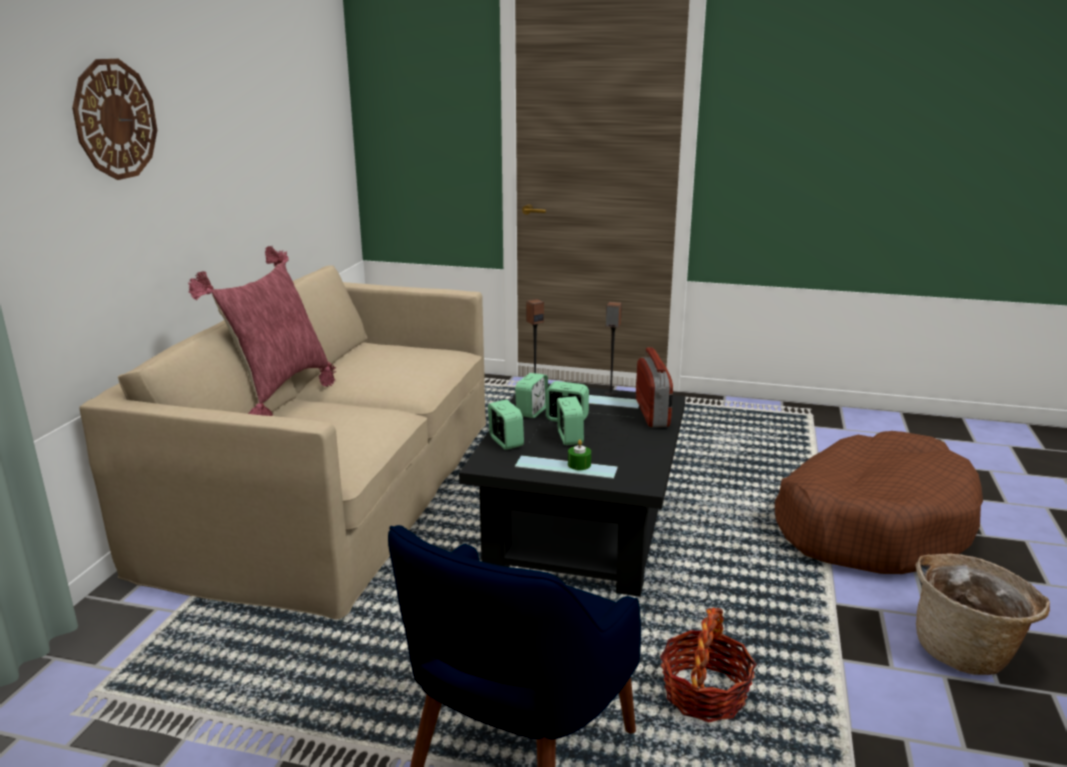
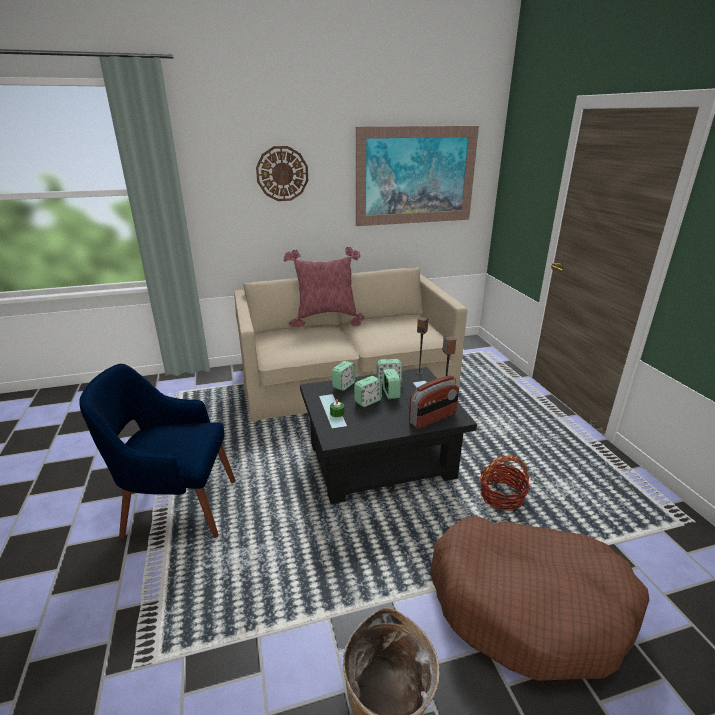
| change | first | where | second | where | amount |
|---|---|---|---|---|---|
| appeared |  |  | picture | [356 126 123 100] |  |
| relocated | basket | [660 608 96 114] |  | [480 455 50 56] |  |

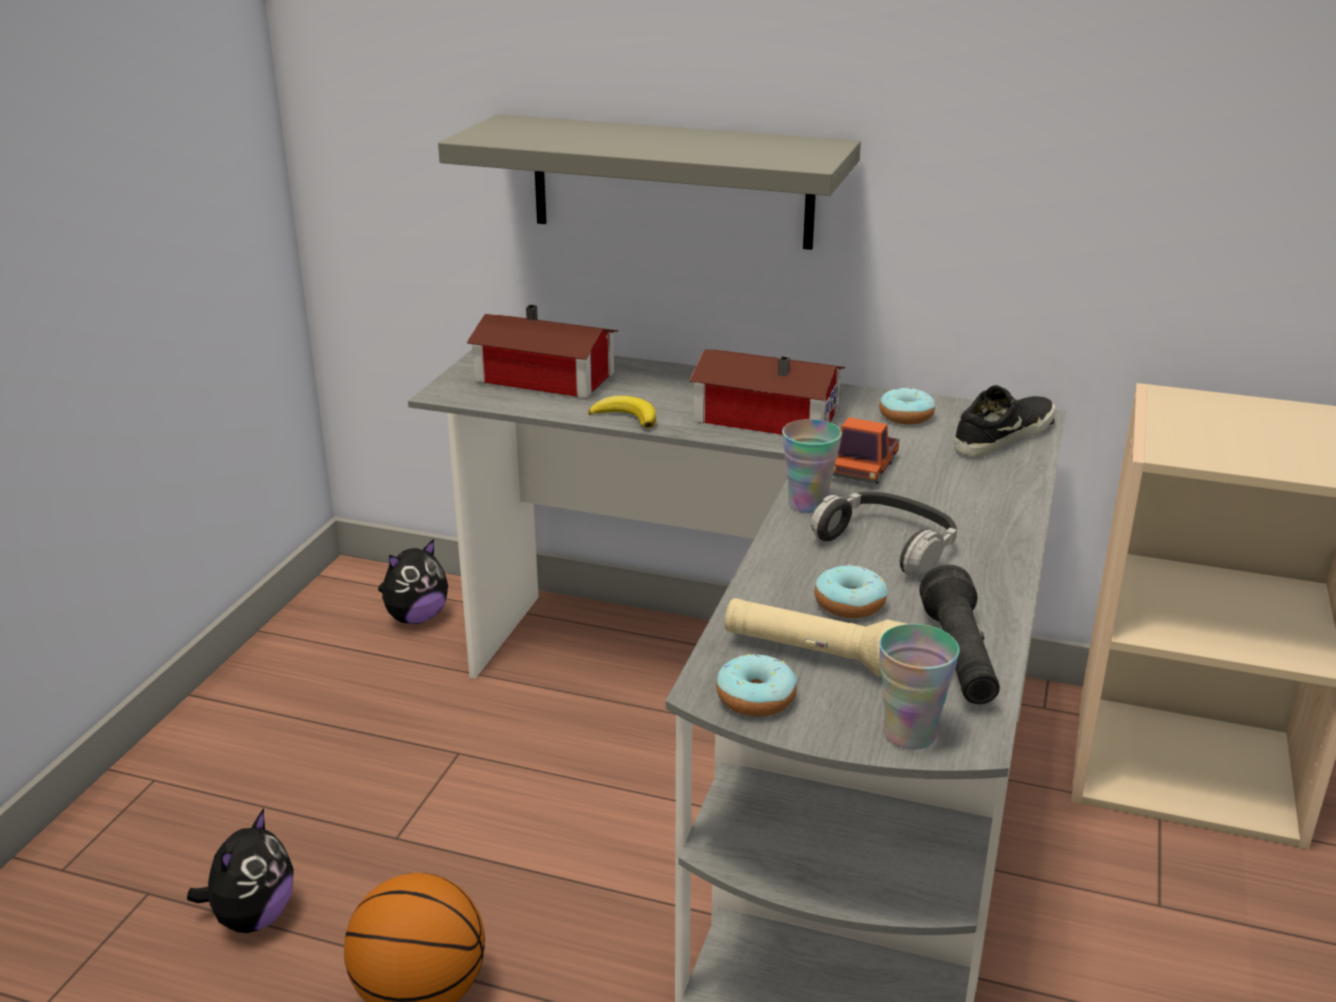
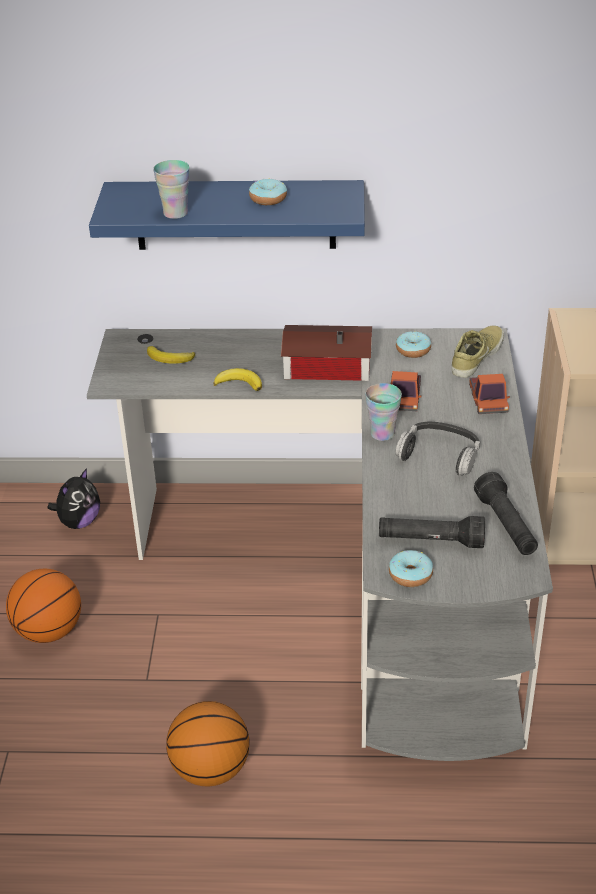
| change | first | where | second | where | amount |
|---|---|---|---|---|---|
| appeared |  |  | basketball | [6 569 75 74] |  |
| colour | grey shelf | [438 114 423 136] | blue shelf | [89 180 276 70] |  |
| exchanged | toy house | [467 305 151 93] | banana | [147 346 48 18] |  |
| relocated | cup | [879 624 81 126] |  | [153 160 36 59] |  |
| relocated | donut | [815 564 72 54] |  | [249 178 38 27] |  |
| colour | beige flashlight | [725 598 182 79] | black flashlight | [379 516 106 32] |  |
| colour | black shoe | [954 385 101 72] | beige shoe | [451 325 53 53] |  |
| appeared |  |  | toy truck | [469 374 41 40] |  |
| missing | plush toy | [187 808 107 125] |  |  |  |

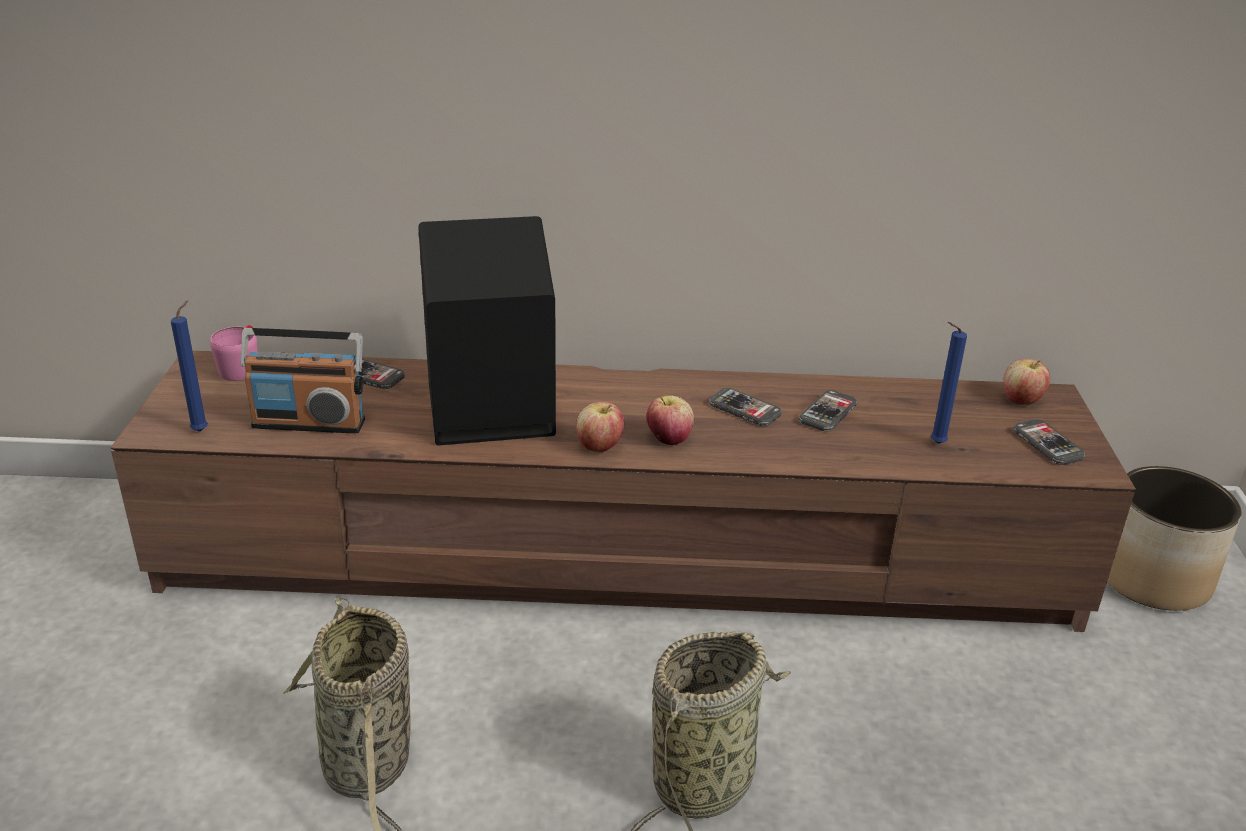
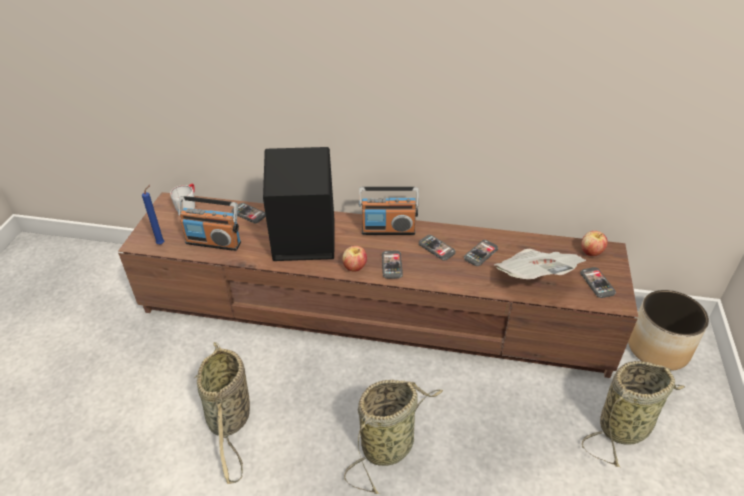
| change | first | where | second | where | amount |
|---|---|---|---|---|---|
| colour | pink mug | [210 325 48 56] | white mug | [170 184 25 28] |  |
| appeared |  |  | radio | [359 187 60 48] |  |
| exchanged | apple | [647 395 47 51] | phone | [382 251 21 28] |  |
| exchanged | blue candle | [931 322 36 122] | newspaper | [494 249 92 30] |  |
| appeared |  |  | basket | [582 361 103 106] |  |

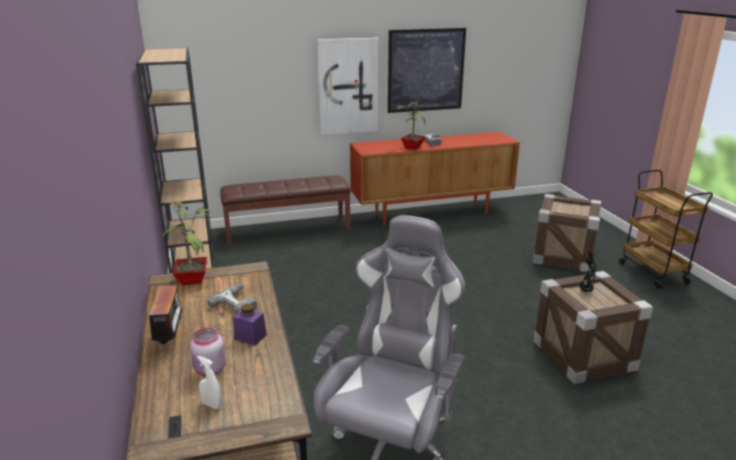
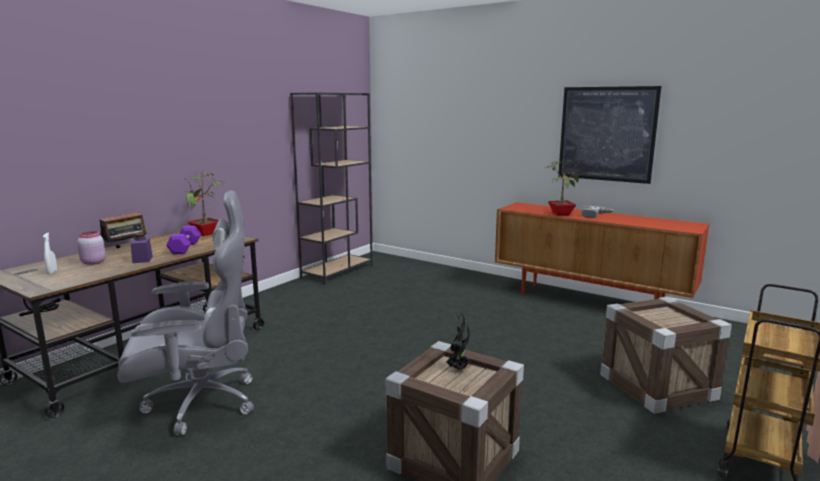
| change | first | where | second | where | amount |
|---|---|---|---|---|---|
| exchanged | power drill | [207 283 50 32] | purple dumbbell | [166 226 35 28] |  |
| missing | brown bench | [220 175 131 69] |  |  |  |
| missing | picture | [317 38 62 97] |  |  |  |

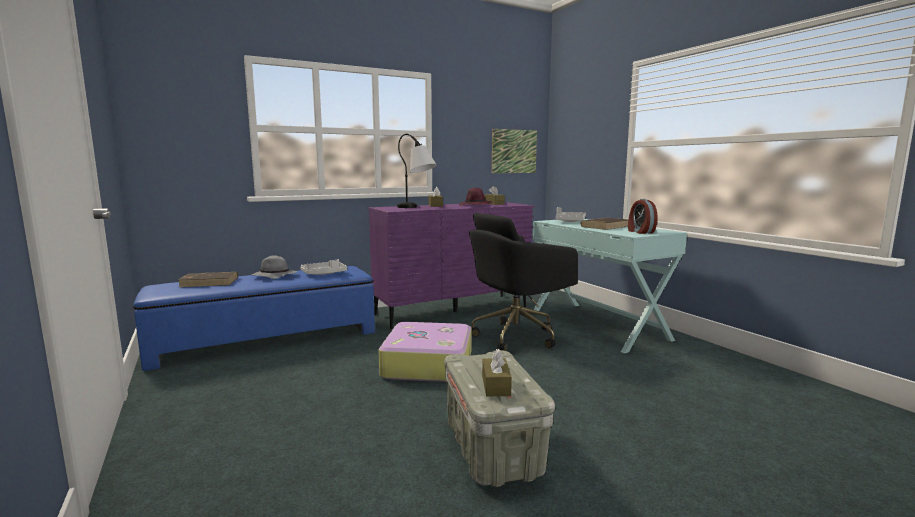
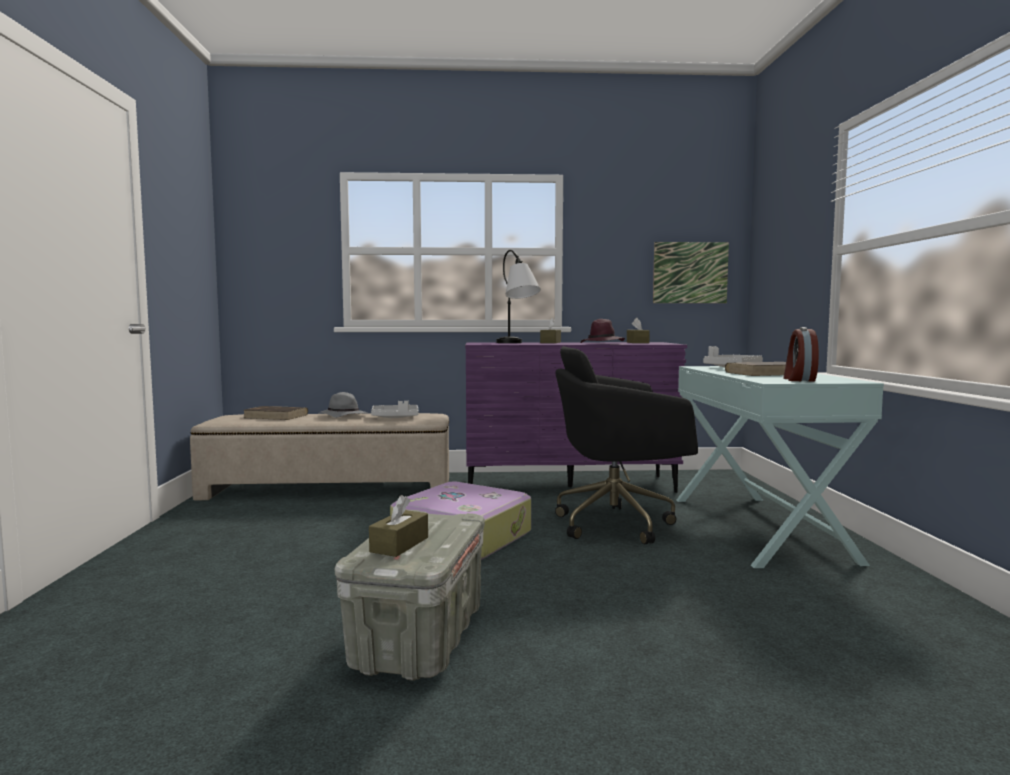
| change | first | where | second | where | amount |
|---|---|---|---|---|---|
| colour | blue bench | [133 266 242 105] | beige bench | [190 413 259 87] |  |

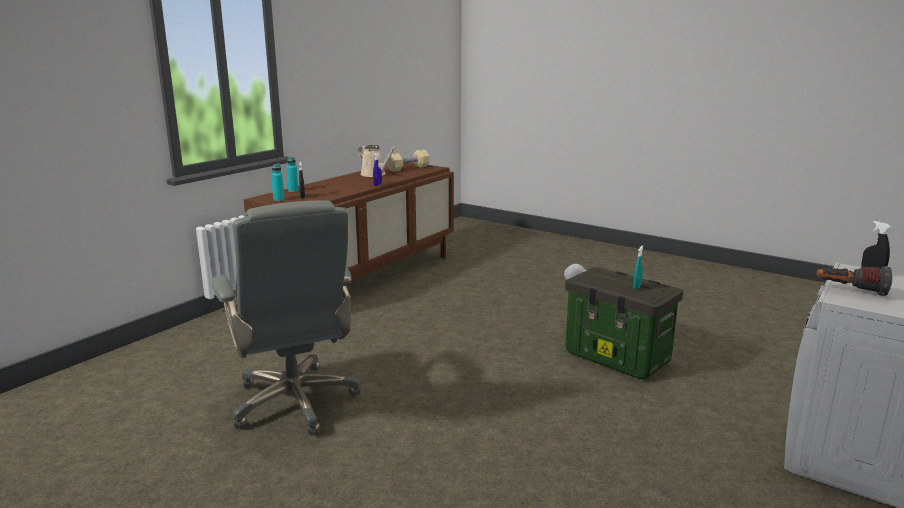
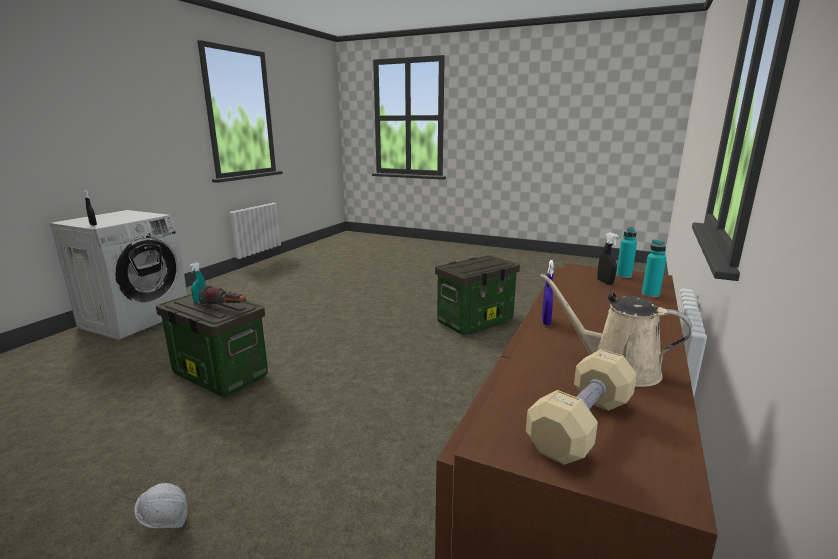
| change | first | where | second | where | amount |
|---|---|---|---|---|---|
| relocated | flashlight | [816 266 77 30] |  | [199 285 47 21] |  |
| exchanged | grey office chair | [211 201 150 234] | storage box | [435 255 85 80] |  |

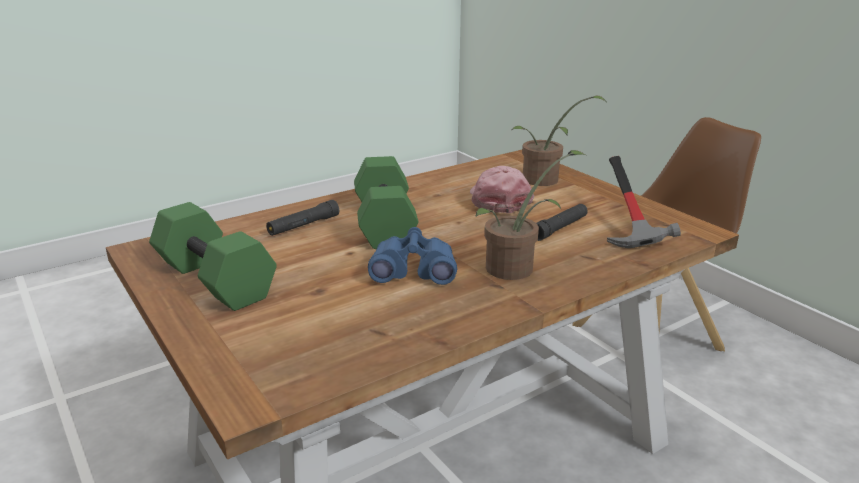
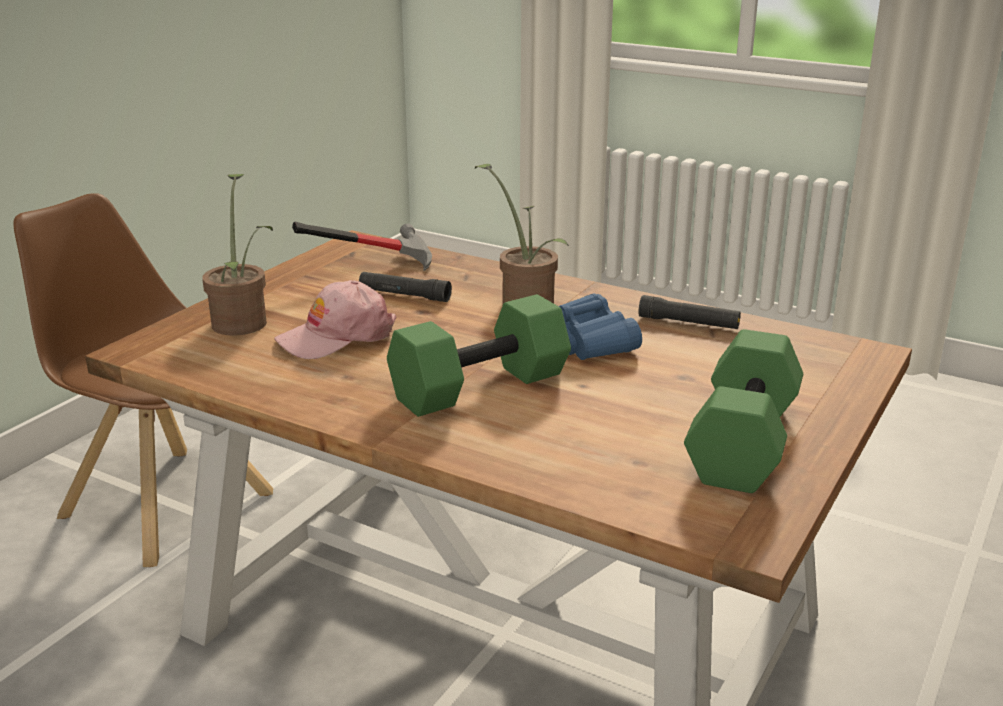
| change | first | where | second | where | amount |
|---|---|---|---|---|---|
| relocated | black flashlight | [266 200 73 36] |  | [638 295 103 34] |  |

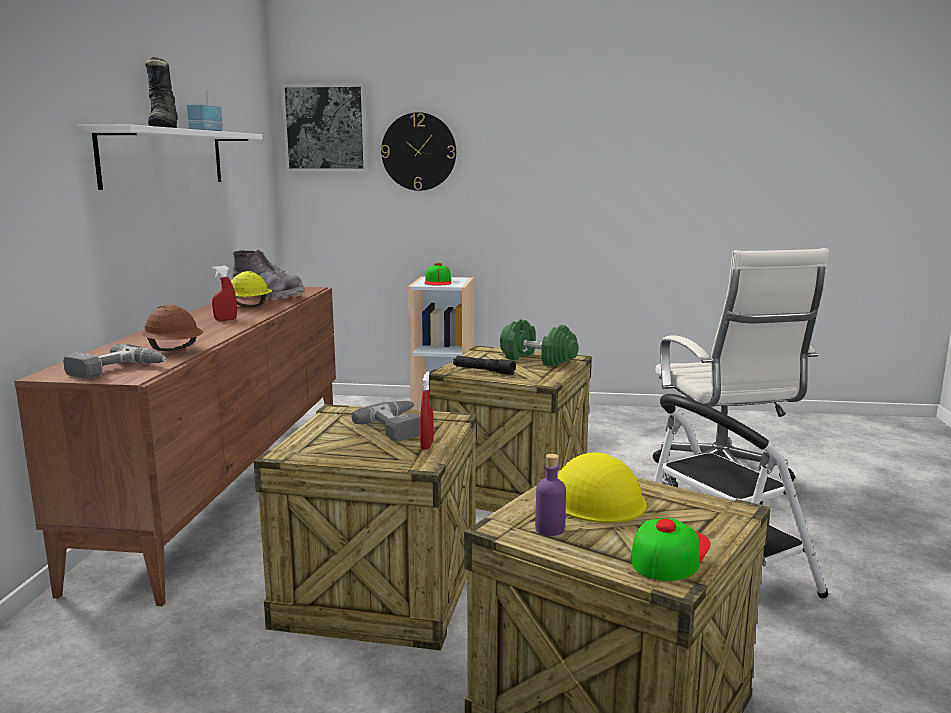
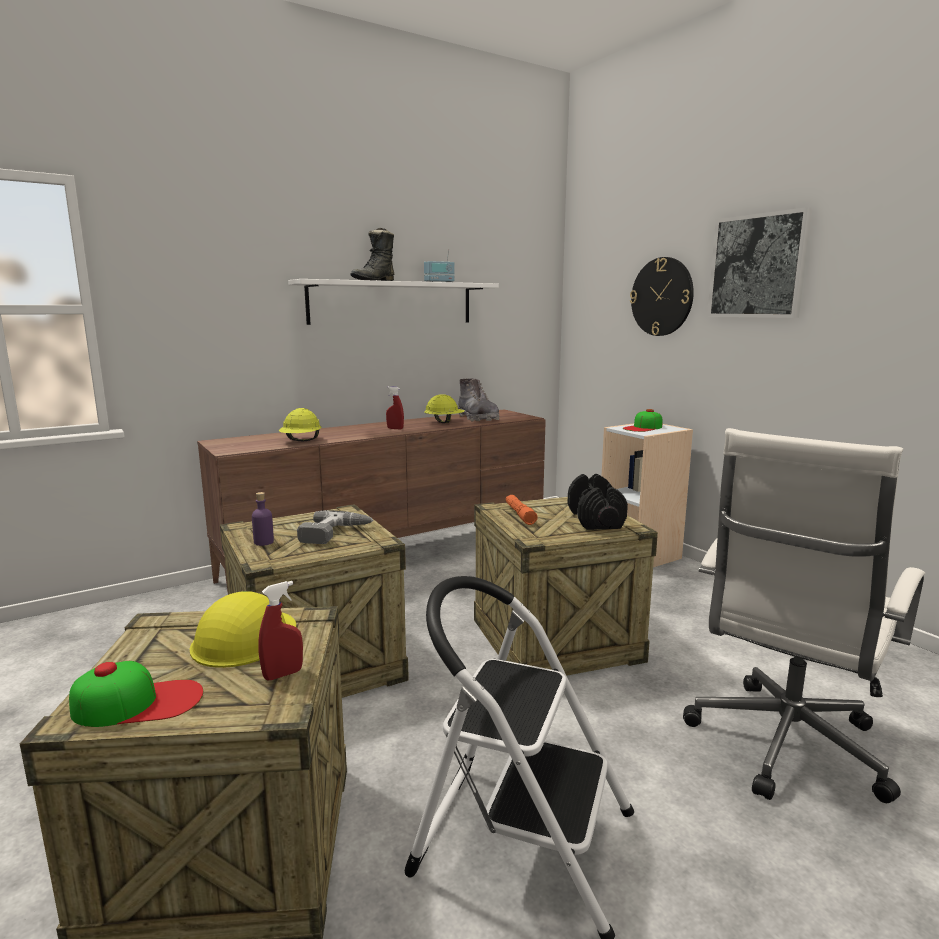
| change | first | where | second | where | amount |
|---|---|---|---|---|---|
| relocated | purple bottle | [535 454 31 82] |  | [252 492 22 54] |  |
| relocated | red spray bottle | [420 371 13 79] |  | [258 581 45 99] |  |
| colour | brown hard hat | [143 304 60 47] | yellow hard hat | [279 408 42 33] |  |
| colour | black flashlight | [453 356 63 19] | orange flashlight | [506 495 32 30] |  |
| colour | green dumbbell | [500 319 79 48] | black dumbbell | [568 474 60 56] |  |
| relocated | picture | [281 83 87 88] |  | [707 207 105 111] |  |
| missing | power drill | [63 344 103 35] |  |  |  |

